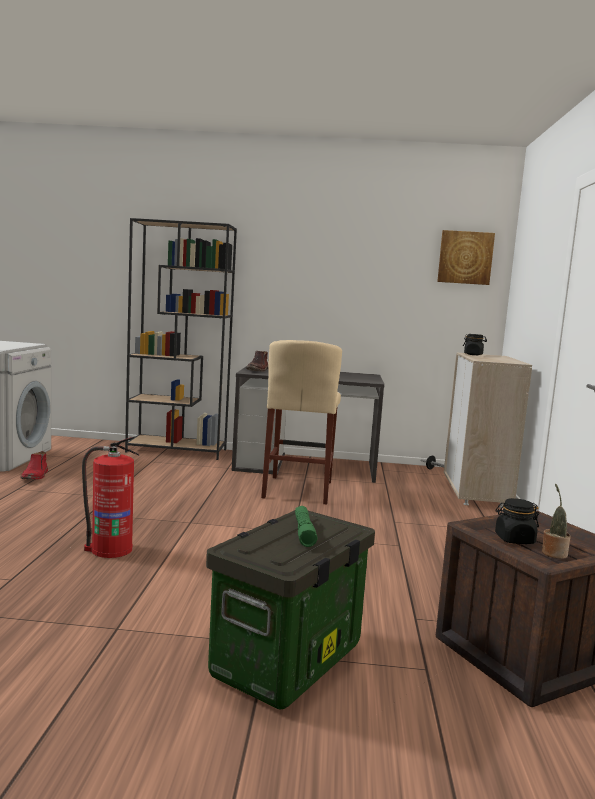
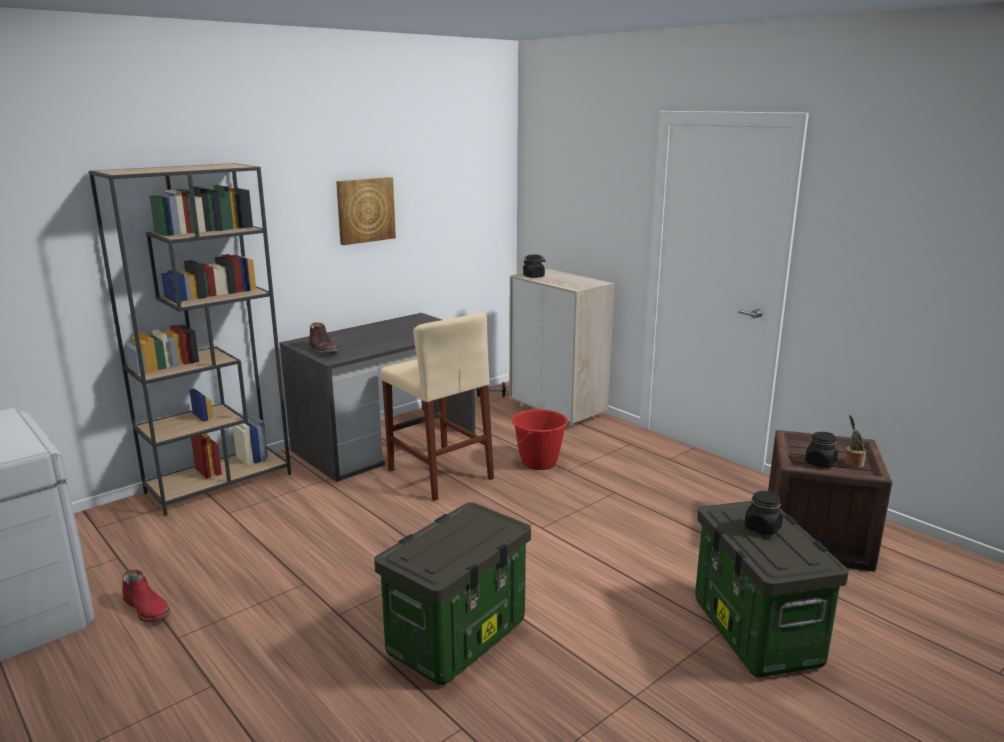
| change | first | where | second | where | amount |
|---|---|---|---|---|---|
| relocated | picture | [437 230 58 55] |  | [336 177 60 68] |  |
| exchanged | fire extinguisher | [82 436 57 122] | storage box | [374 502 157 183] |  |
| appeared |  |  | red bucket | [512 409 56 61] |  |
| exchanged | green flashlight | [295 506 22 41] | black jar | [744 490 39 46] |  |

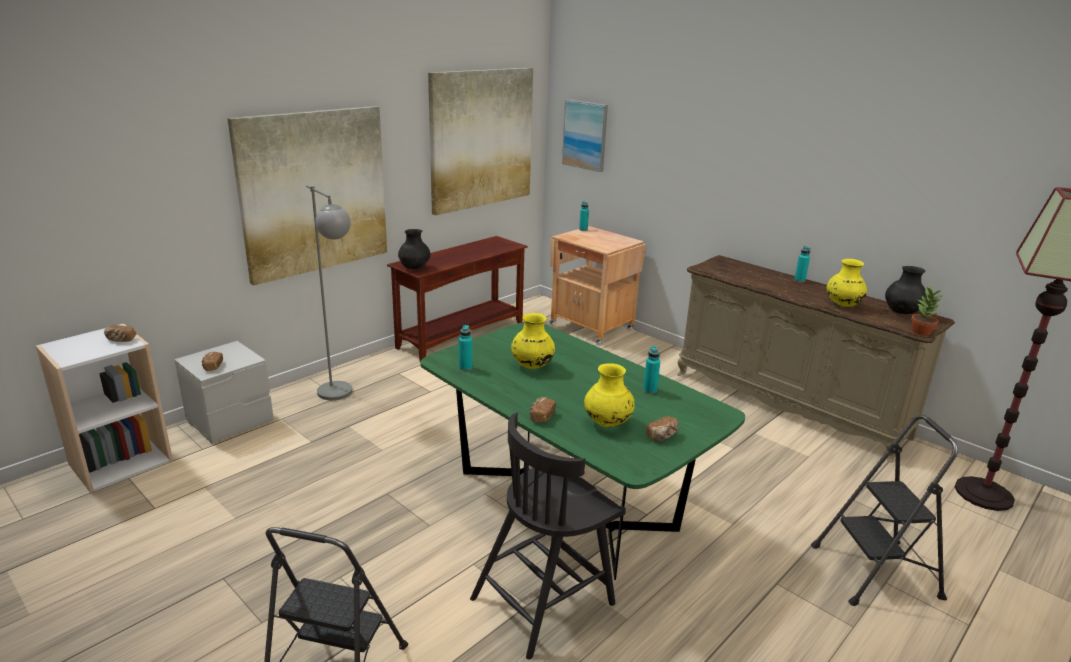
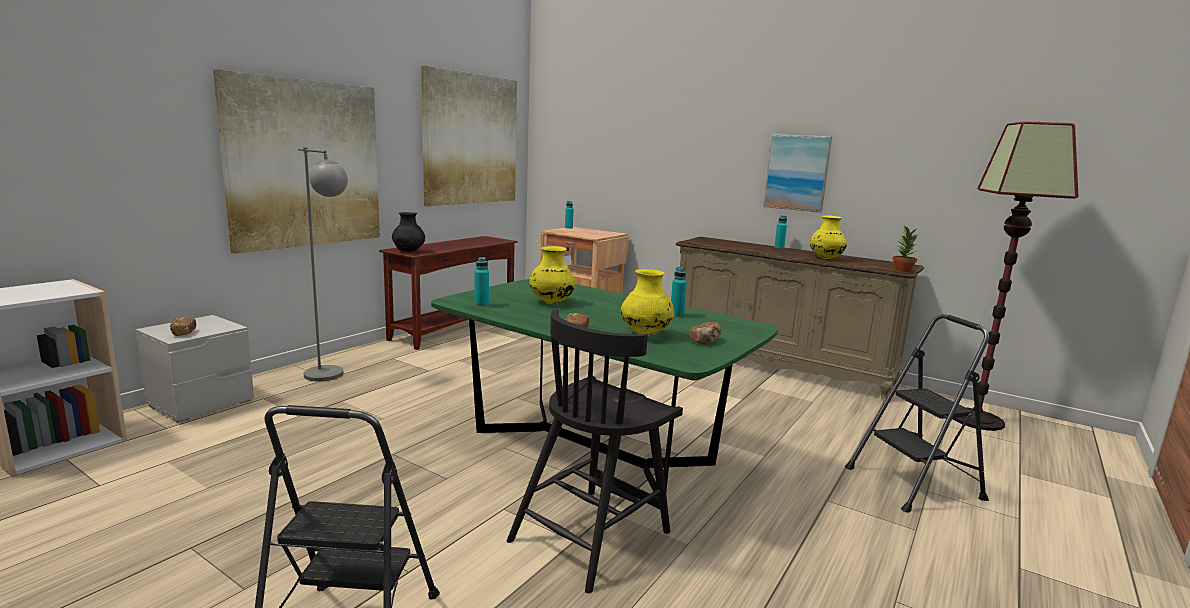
| change | first | where | second | where | amount |
|---|---|---|---|---|---|
| relocated | picture | [562 99 46 73] |  | [763 134 69 79] |  |
| missing | bread | [104 325 32 17] |  |  |  |
| missing | black vase | [885 266 42 48] |  |  |  |

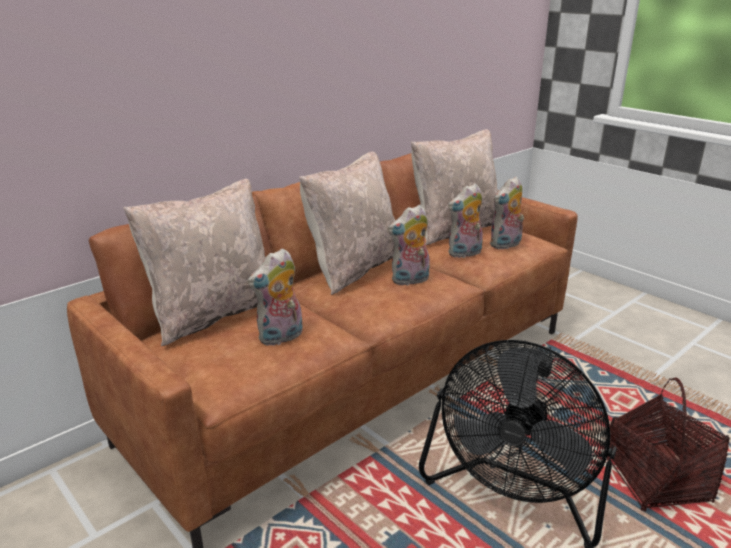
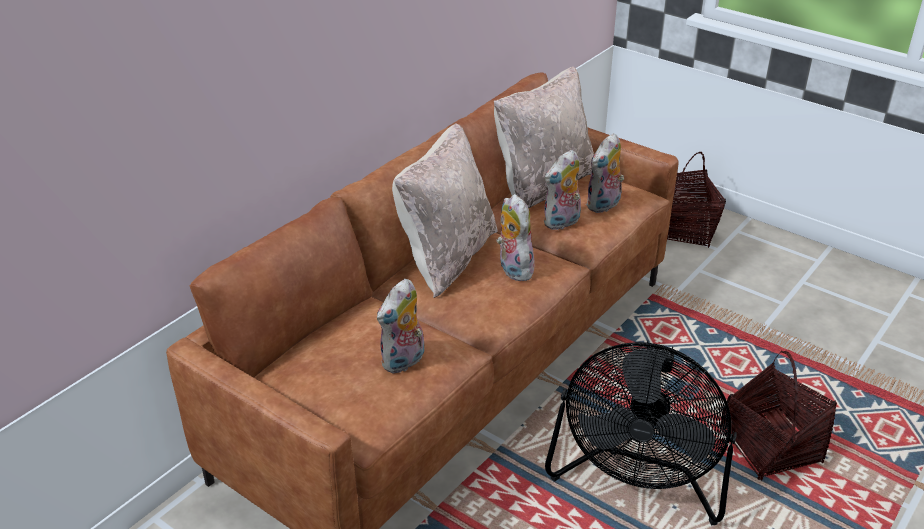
| change | first | where | second | where | amount |
|---|---|---|---|---|---|
| spun | plush toy | [388 205 42 81] |  | [497 194 38 87] | 105 degrees clockwise |
| appeared |  |  | basket | [667 152 59 96] |  |
| missing | beige pillow | [123 179 142 167] |  |  |  |

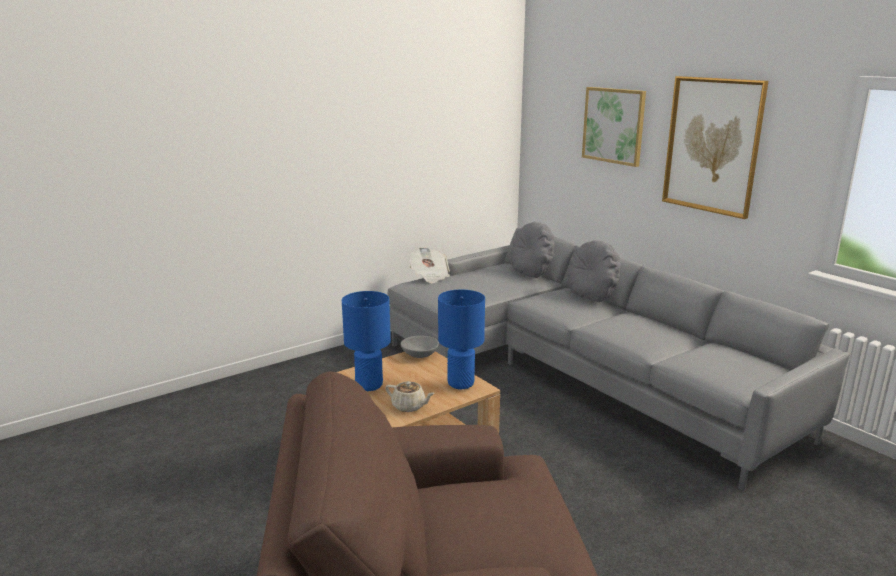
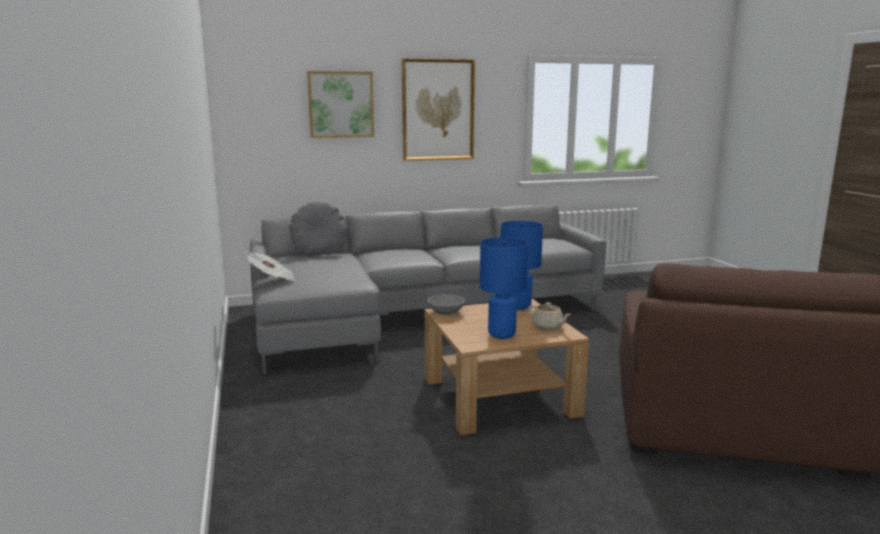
| change | first | where | second | where | amount |
|---|---|---|---|---|---|
| spun | beige teapot | [385 381 50 31] |  | [528 302 43 28] | 90 degrees clockwise |
| missing | grey pillow | [567 240 54 62] |  |  |  |

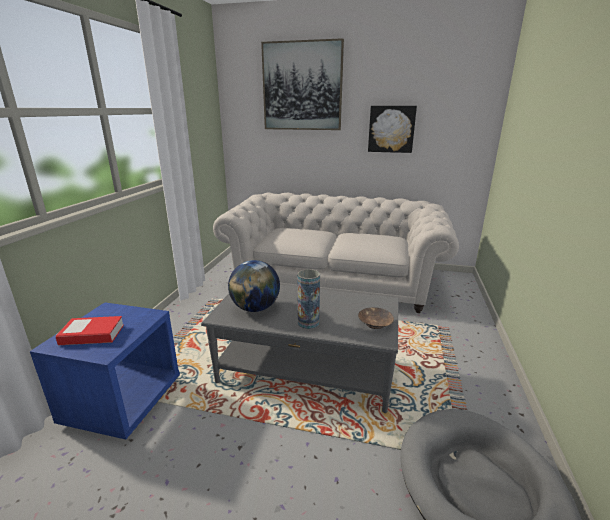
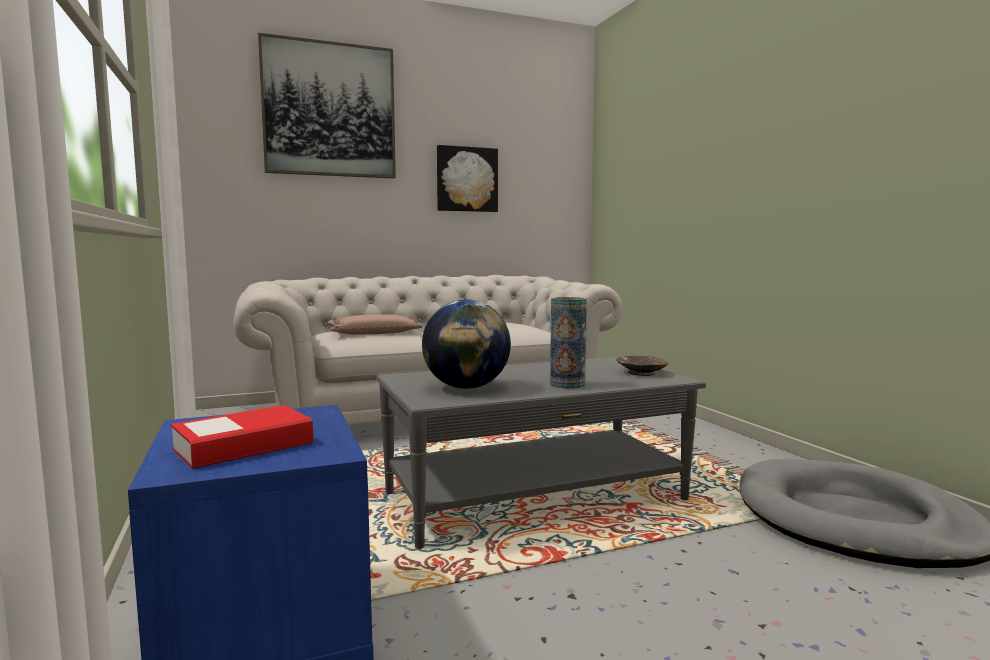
| change | first | where | second | where | amount |
|---|---|---|---|---|---|
| appeared |  |  | beige pillow | [327 314 96 21] |  |

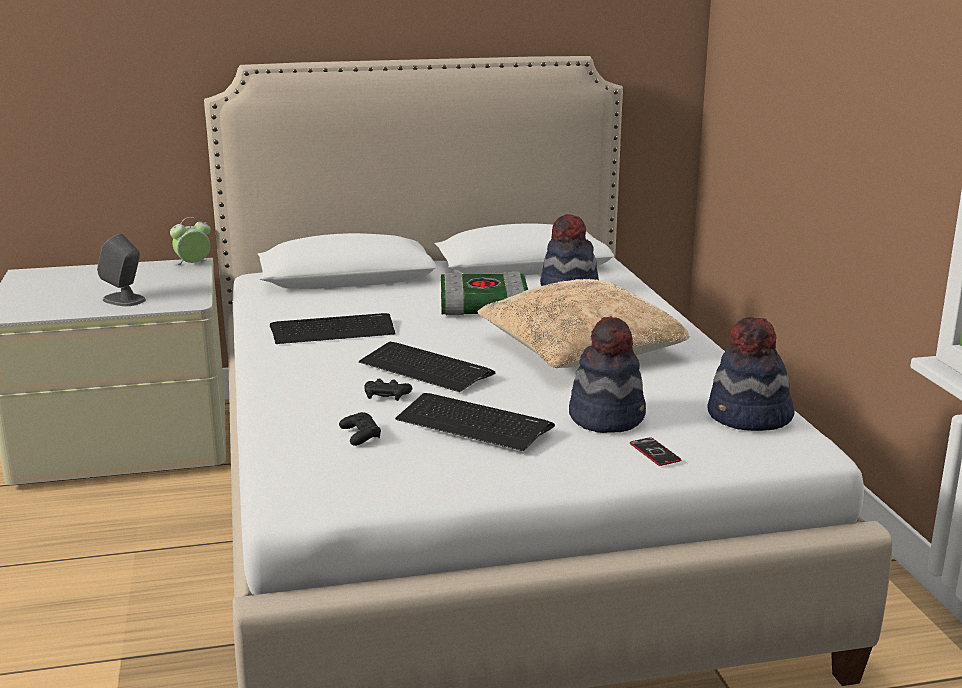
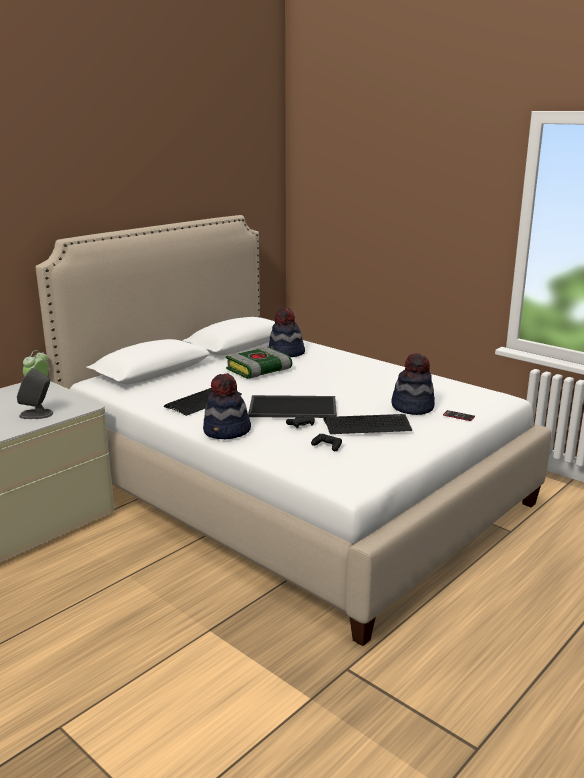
| change | first | where | second | where | amount |
|---|---|---|---|---|---|
| relocated | hat | [707 317 87 114] |  | [203 373 48 66] |  |
| exchanged | keyboard | [359 342 136 50] | tray | [248 395 89 23] |  |
| missing | beige pillow | [477 279 213 89] |  |  |  |

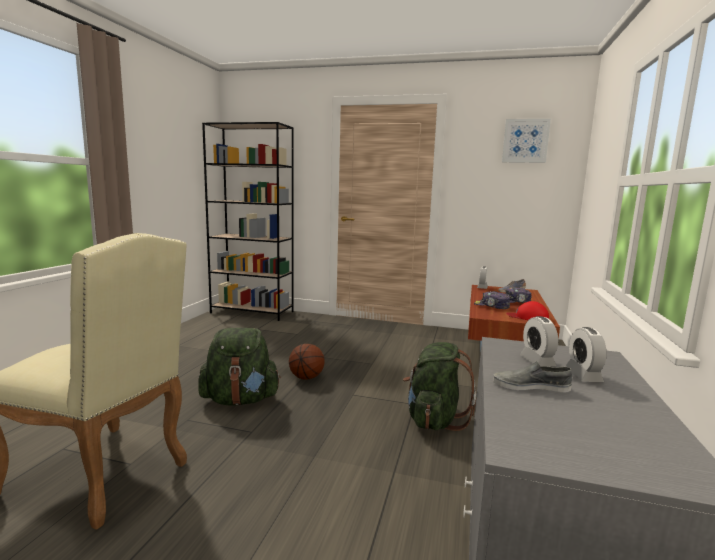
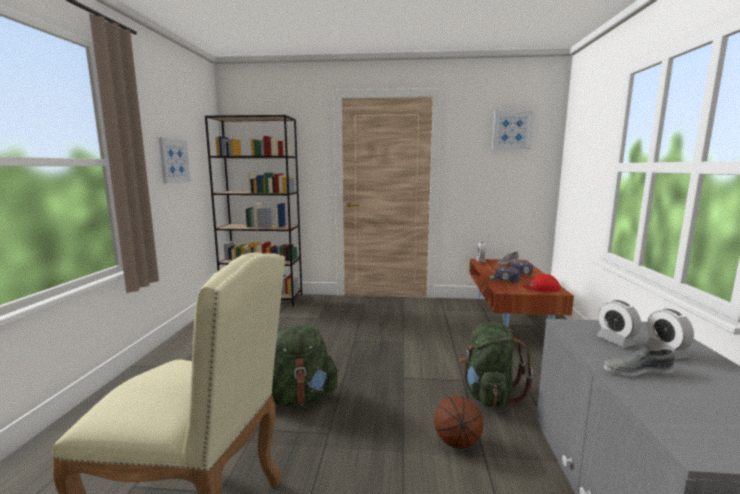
| change | first | where | second | where | amount |
|---|---|---|---|---|---|
| appeared |  |  | picture | [159 138 32 46] |  |
| relocated | basketball | [289 344 36 36] |  | [434 396 49 52] |  |

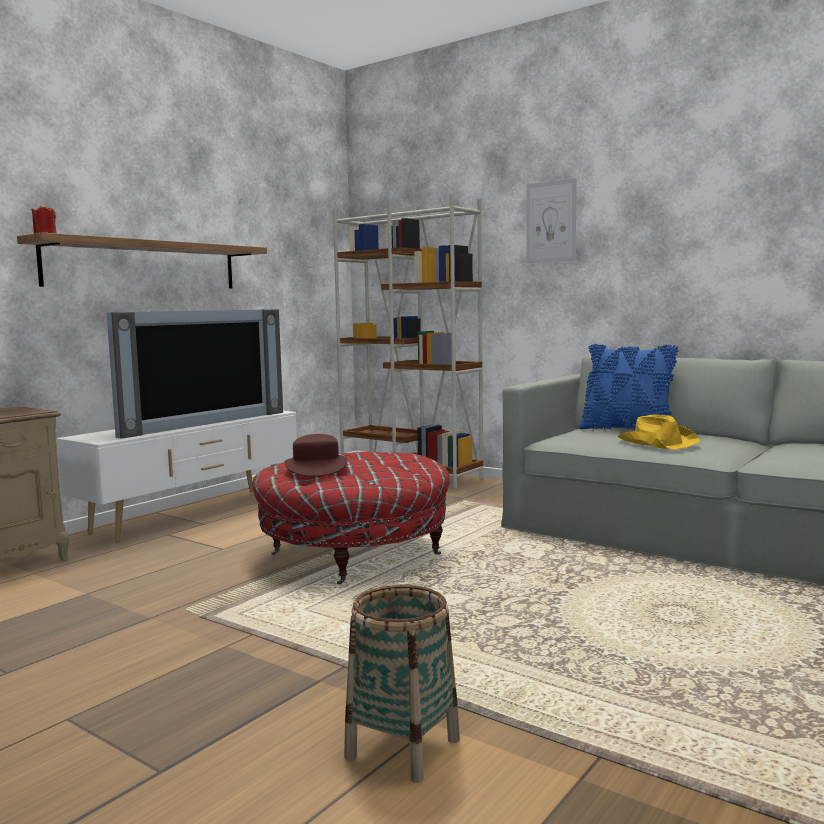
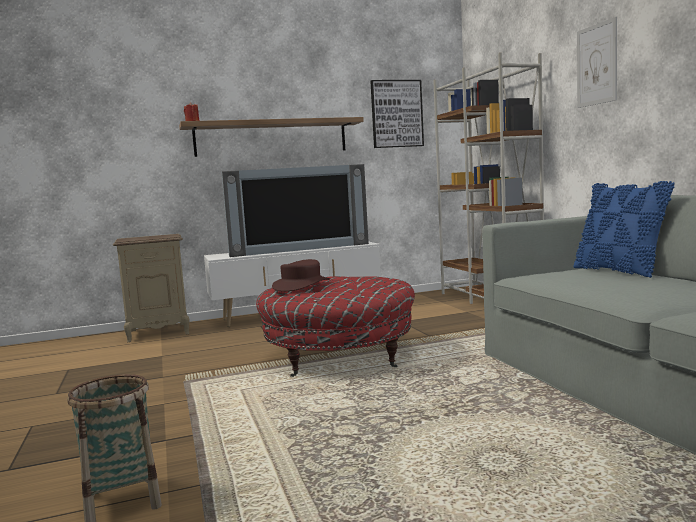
| change | first | where | second | where | amount |
|---|---|---|---|---|---|
| appeared |  |  | picture | [370 80 54 68] |  |
| missing | yellow hat | [618 415 82 35] |  |  |  |

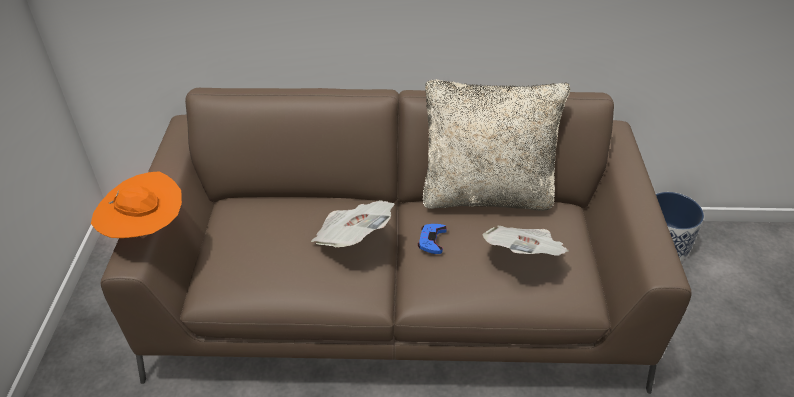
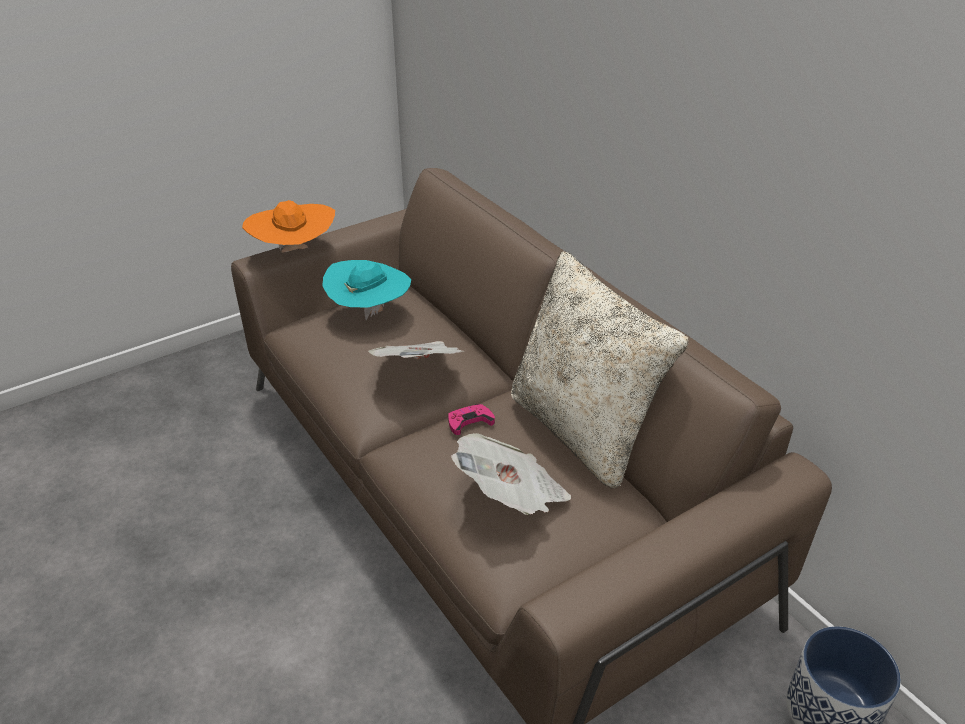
| change | first | where | second | where | amount |
|---|---|---|---|---|---|
| appeared |  |  | turquoise hat | [322 260 89 60] |  |
| colour | blue game controller | [418 224 29 30] | pink game controller | [448 404 47 31] |  |

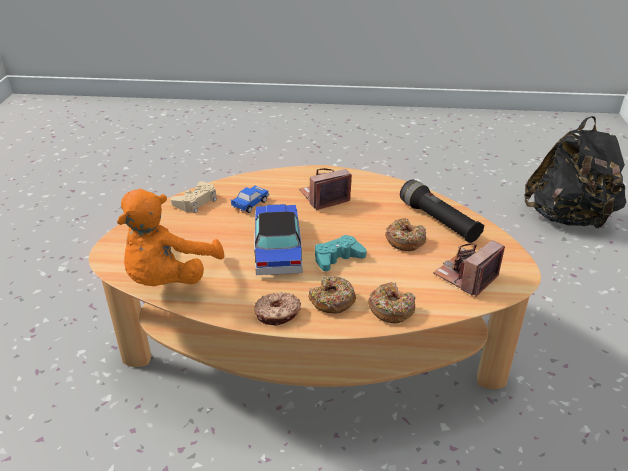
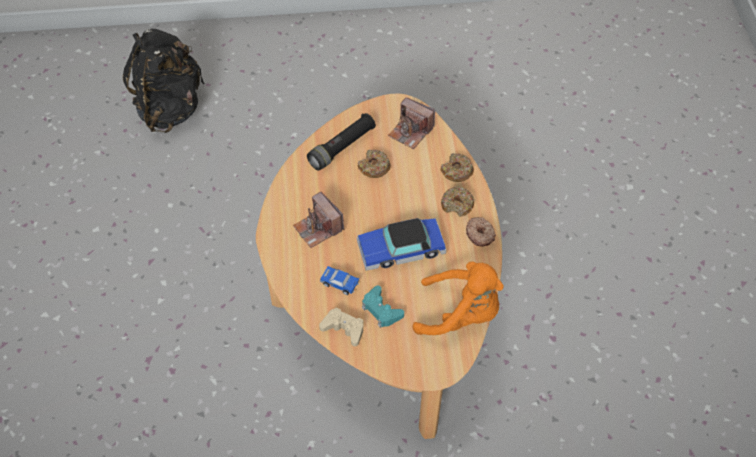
| change | first | where | second | where | amount |
|---|---|---|---|---|---|
| relocated | turquoise game controller | [315 235 52 36] |  | [362 285 42 43] |  |

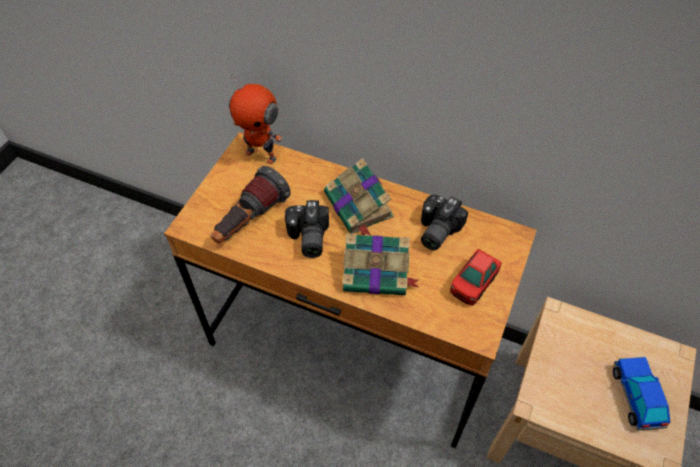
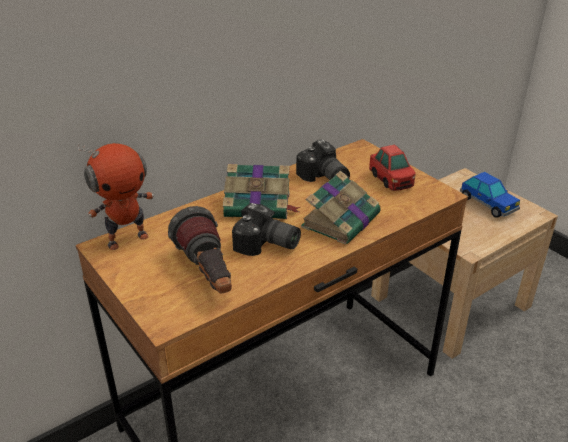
| change | first | where | second | where | amount |
|---|---|---|---|---|---|
| spun | toy car | [613 357 57 74] |  | [460 172 60 46] | 150 degrees counterclockwise |

